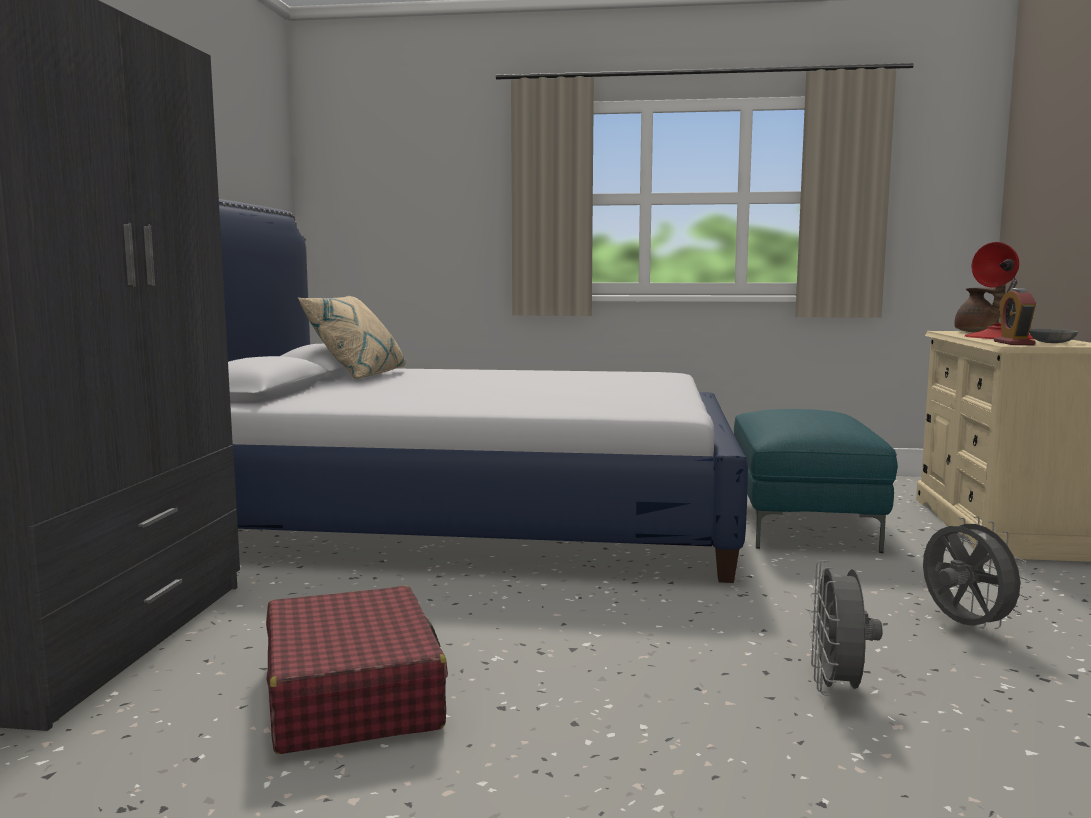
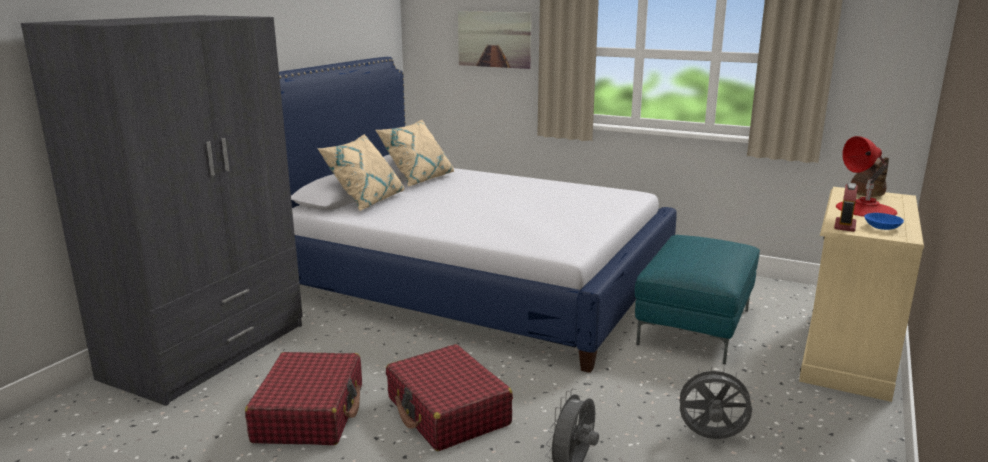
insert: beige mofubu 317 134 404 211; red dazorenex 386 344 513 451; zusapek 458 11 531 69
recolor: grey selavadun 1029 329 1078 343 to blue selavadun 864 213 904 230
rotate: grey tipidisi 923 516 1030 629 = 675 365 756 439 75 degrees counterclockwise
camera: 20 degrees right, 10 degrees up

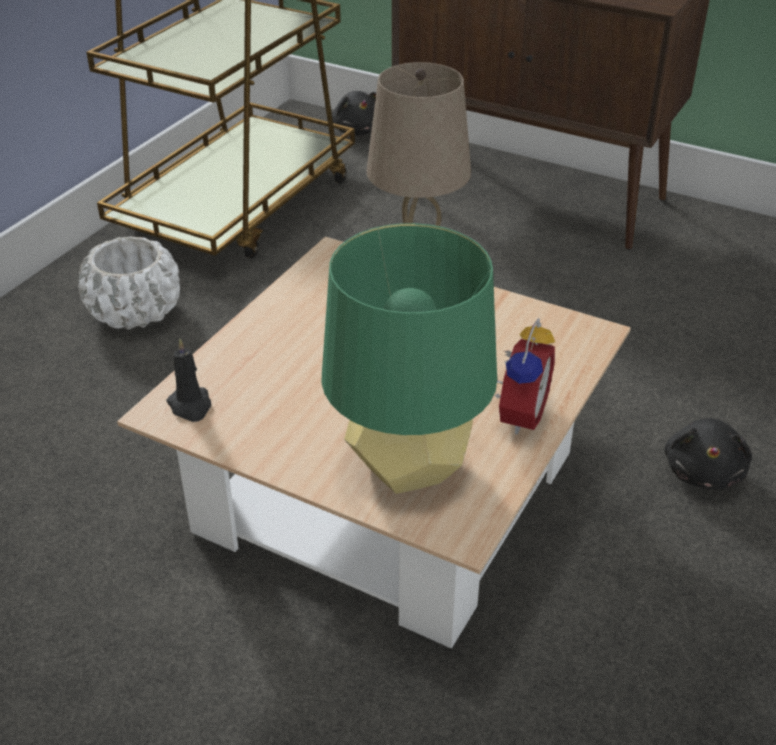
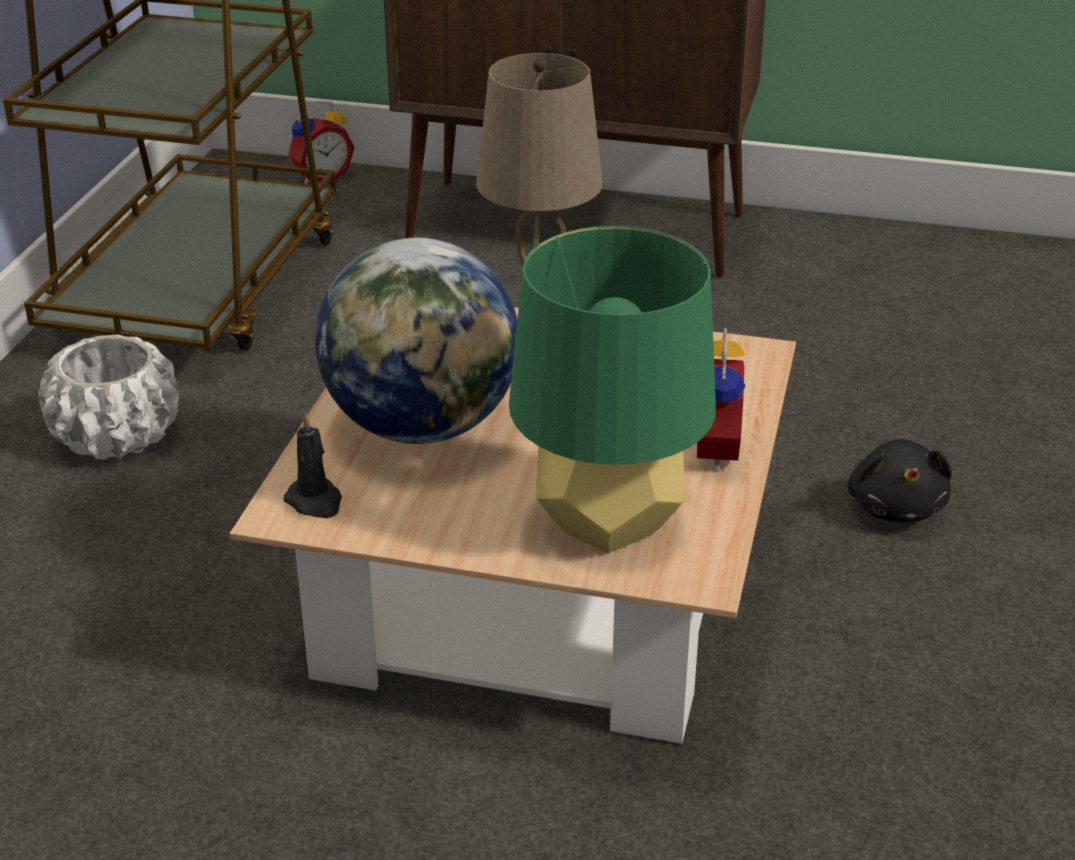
insert: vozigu 315 237 517 444
replace: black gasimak 332 91 376 136 to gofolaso 288 101 355 184
camera: 15 degrees left, 5 degrees down

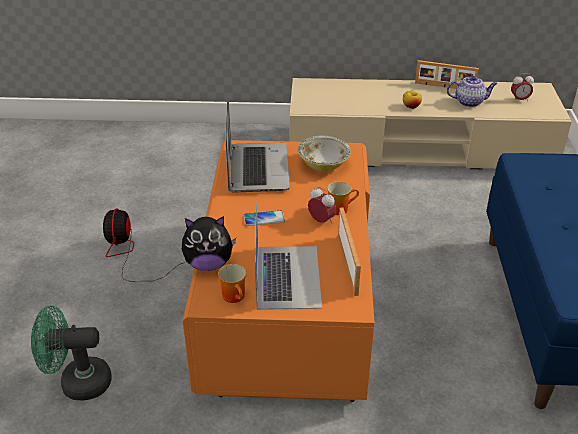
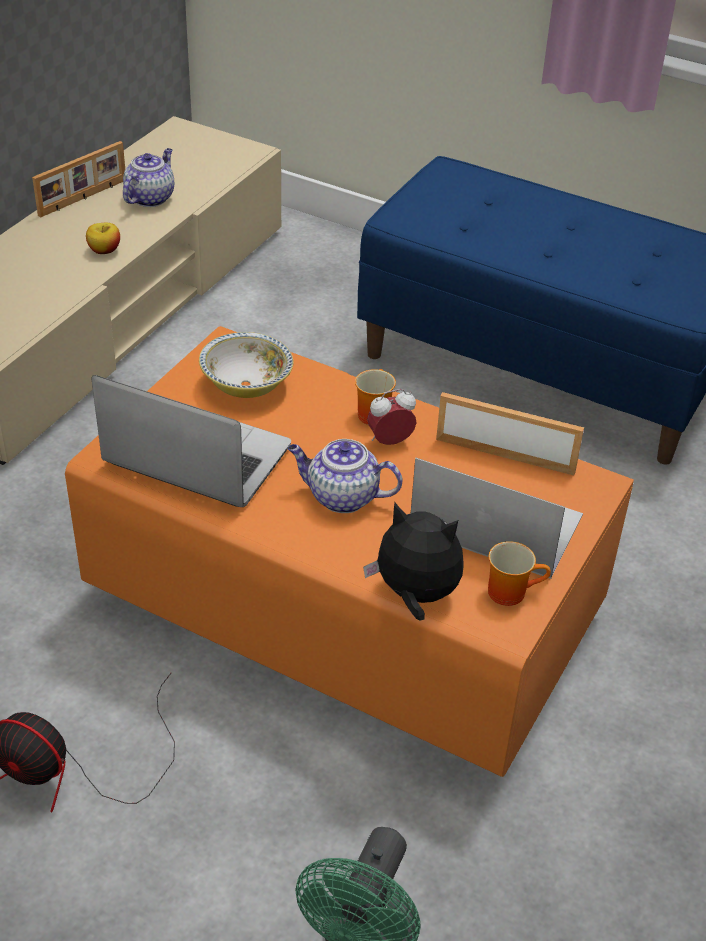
delete: gofolaso 511 73 534 102
replace: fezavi 244 210 285 226 to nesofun 288 439 402 513
rotate: gasimak 182 216 236 271 = 363 503 464 621 90 degrees counterclockwise
camera: 65 degrees left, 5 degrees up

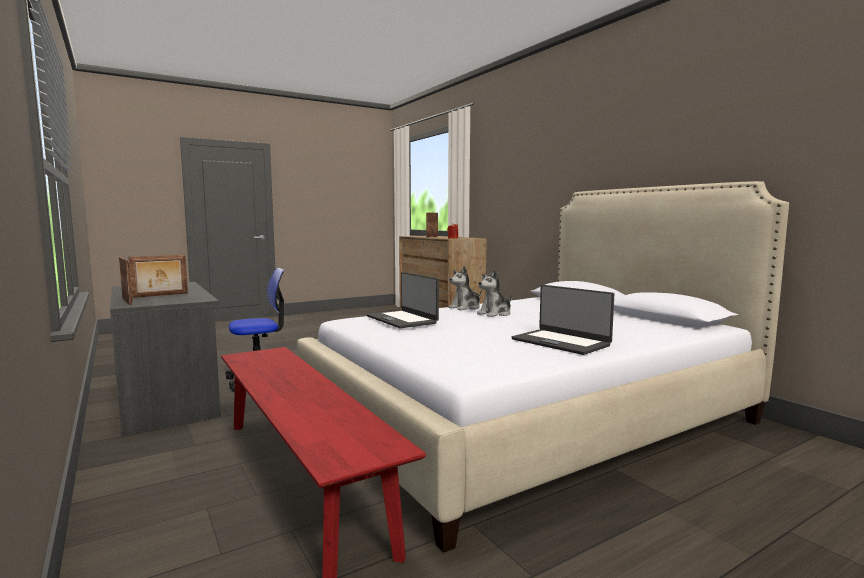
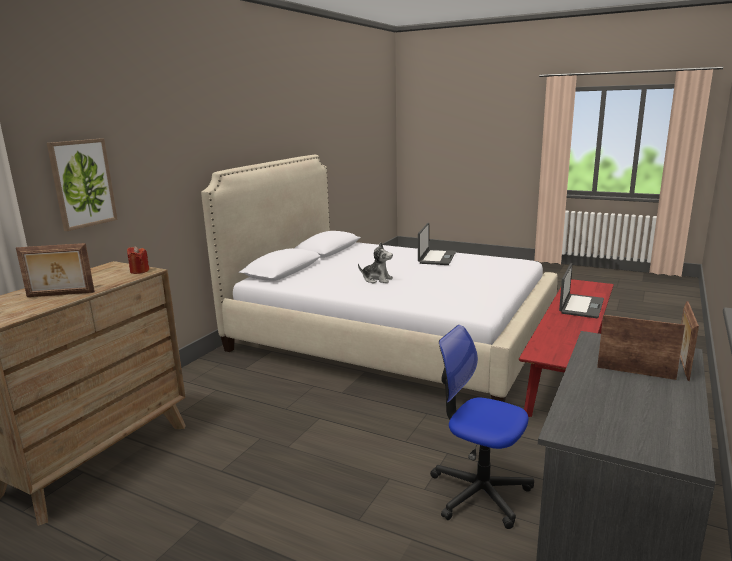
delete: gasimak 449 266 482 310
insert: zusapek 47 138 118 231
move: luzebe 367 272 439 328 to 559 263 604 318
camera: 120 degrees left, 10 degrees up

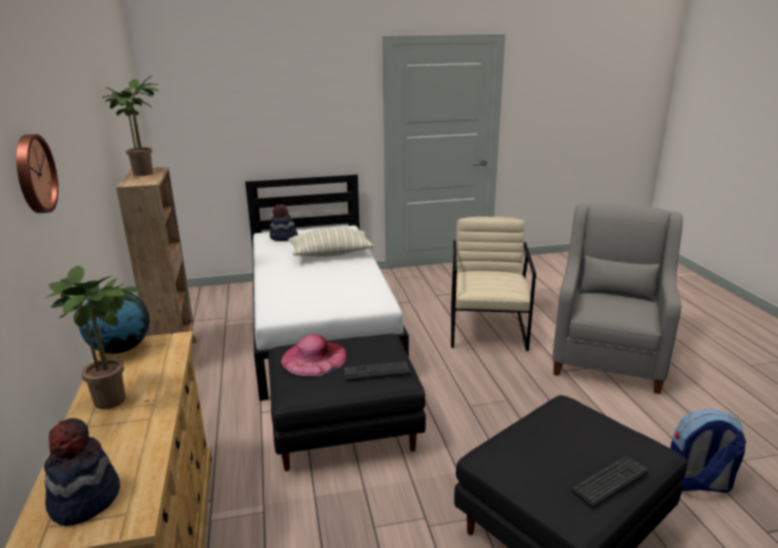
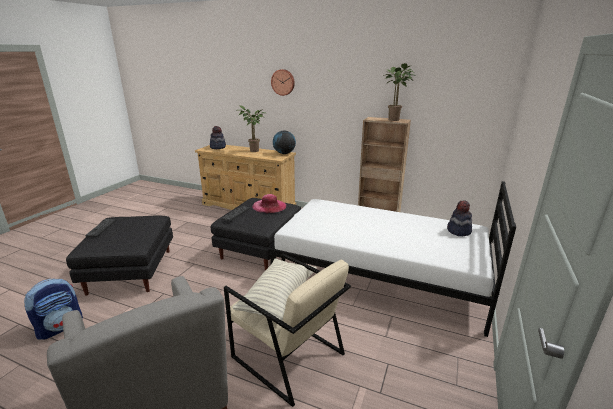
move: mofubu 288 227 374 257 to 232 258 317 321
camera: 125 degrees right, 0 degrees up

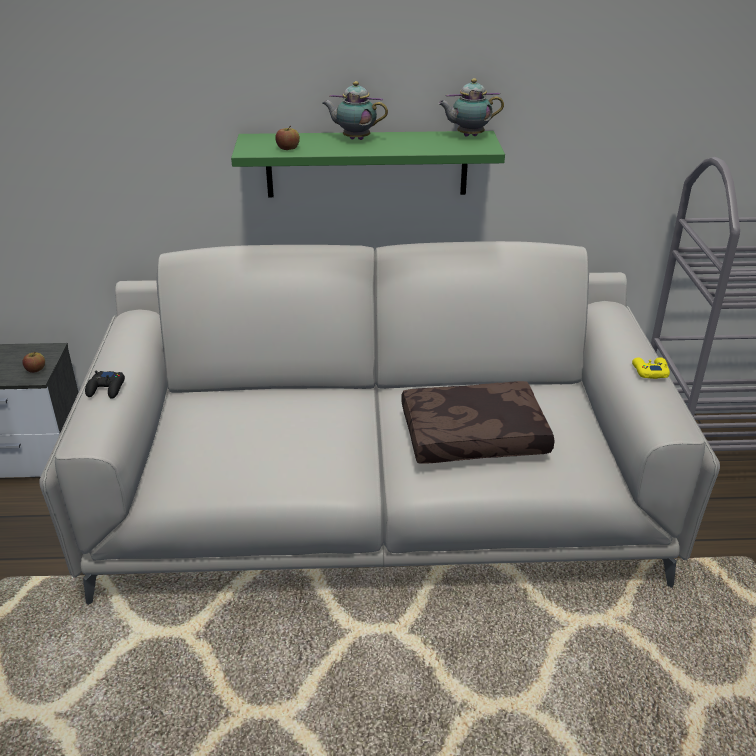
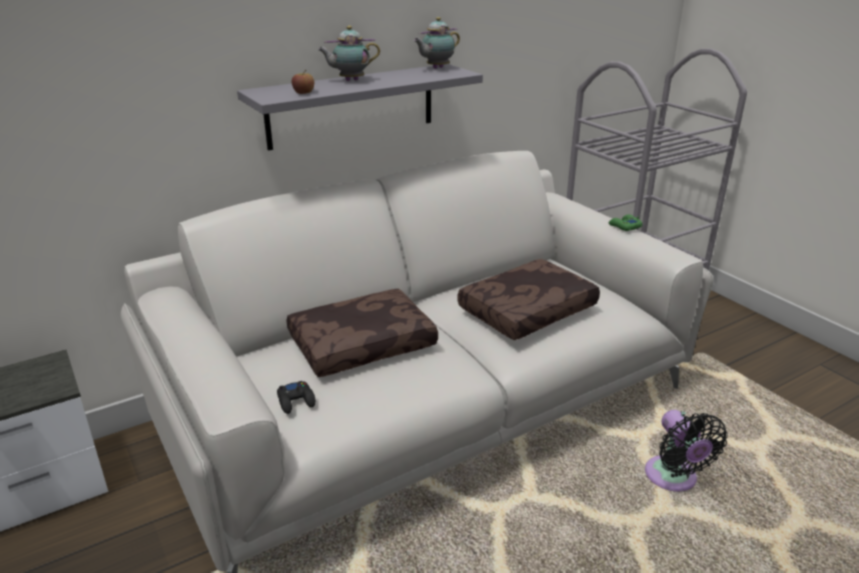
delete: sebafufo 22 352 45 373
insert: brown mofubu 286 289 438 377; black tipidisi 645 410 728 492
move: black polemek 85 370 125 399 to 277 381 316 414
recolor: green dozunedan 231 131 505 197 to grey dozunedan 237 64 483 151; yellow polemek 632 357 670 379 to green polemek 609 214 643 231
camera: 30 degrees left, 5 degrees down

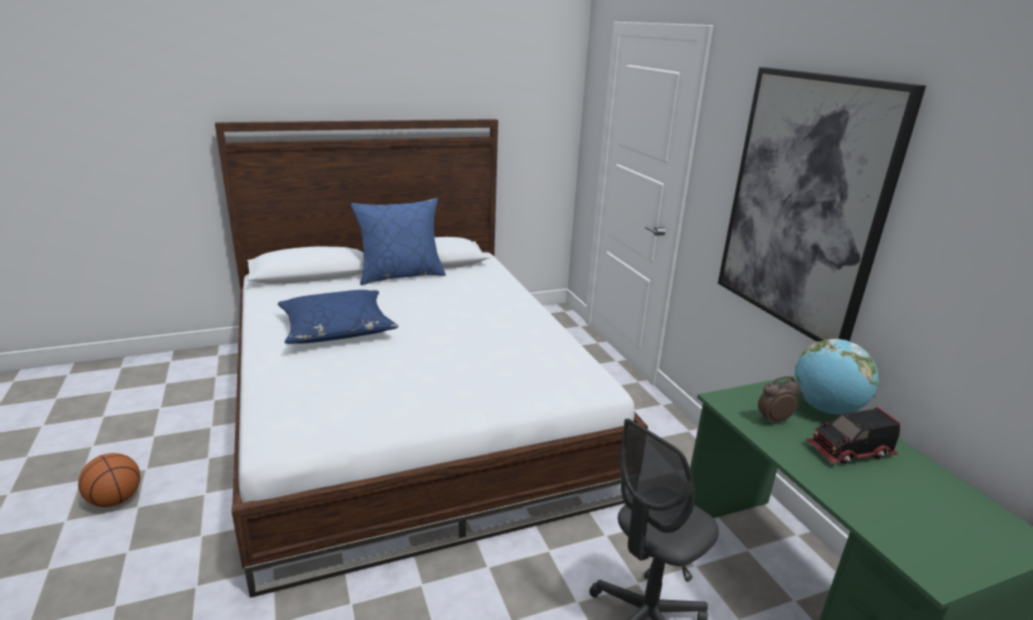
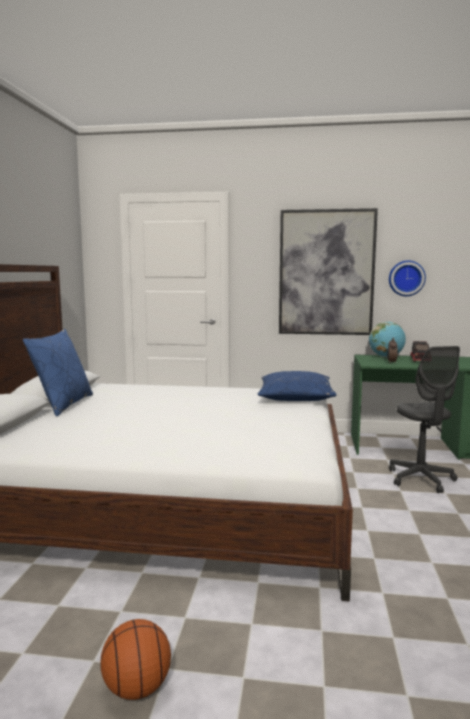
insert: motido 389 260 426 296
move: blue mofubu 278 290 399 344 to 258 371 336 401
camera: 60 degrees left, 15 degrees down

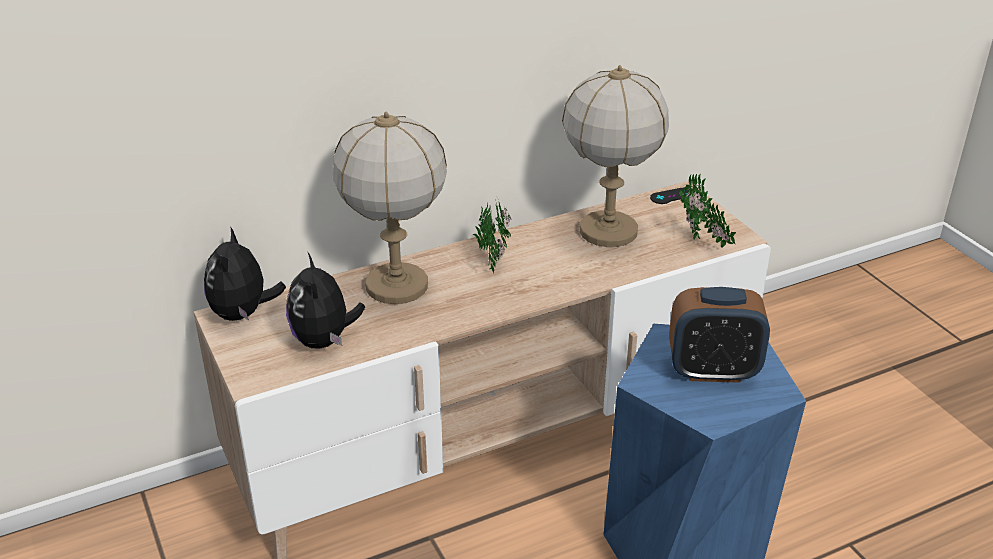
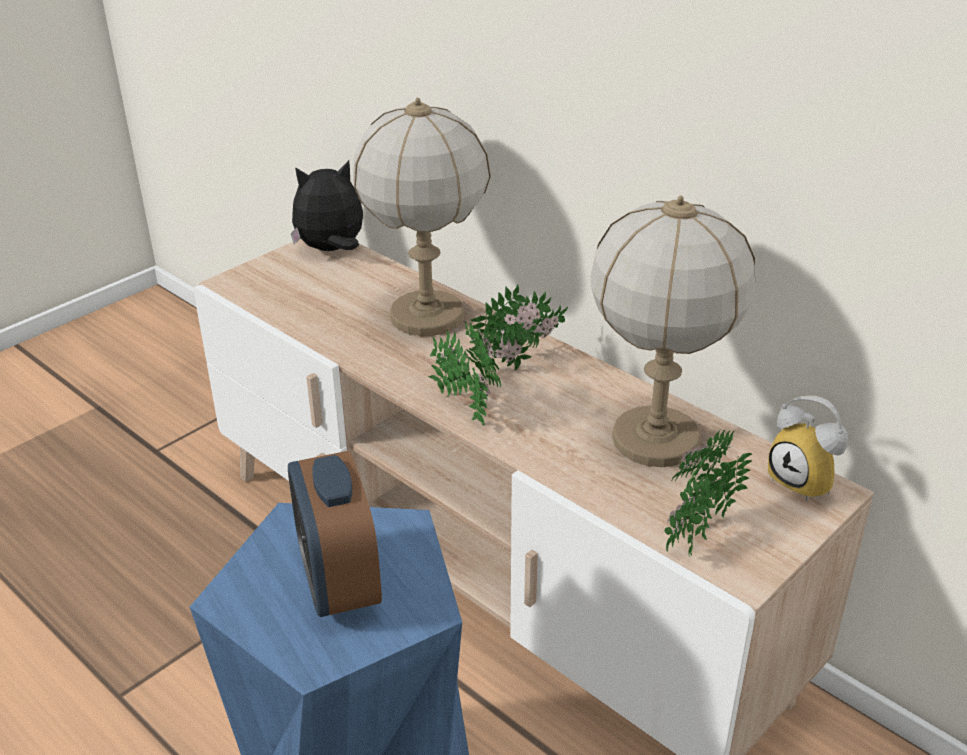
delete: gasimak 286 253 365 349
insert: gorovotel 428 321 501 426
replace: black polemek 650 188 692 204 to gofolaso 768 395 848 502
camera: 70 degrees right, 0 degrees up

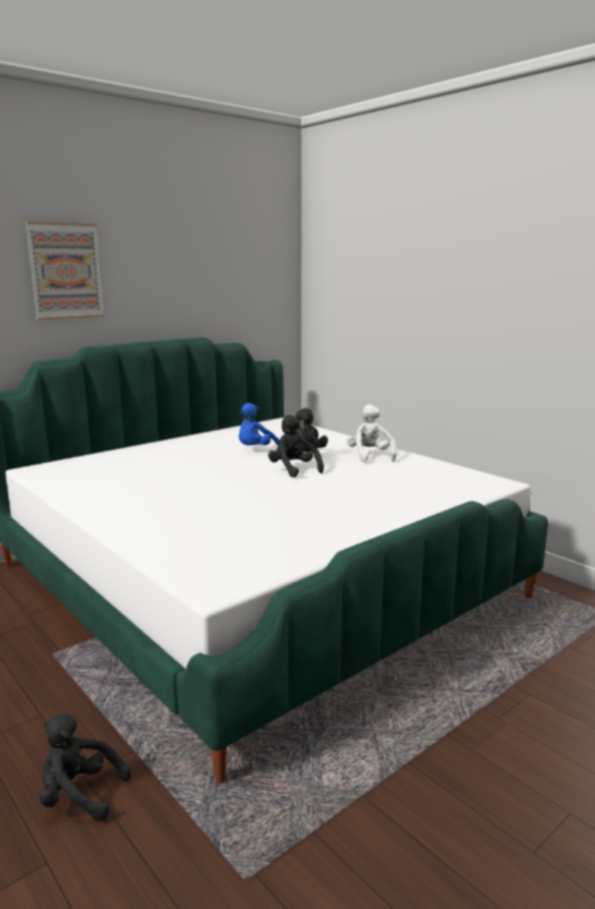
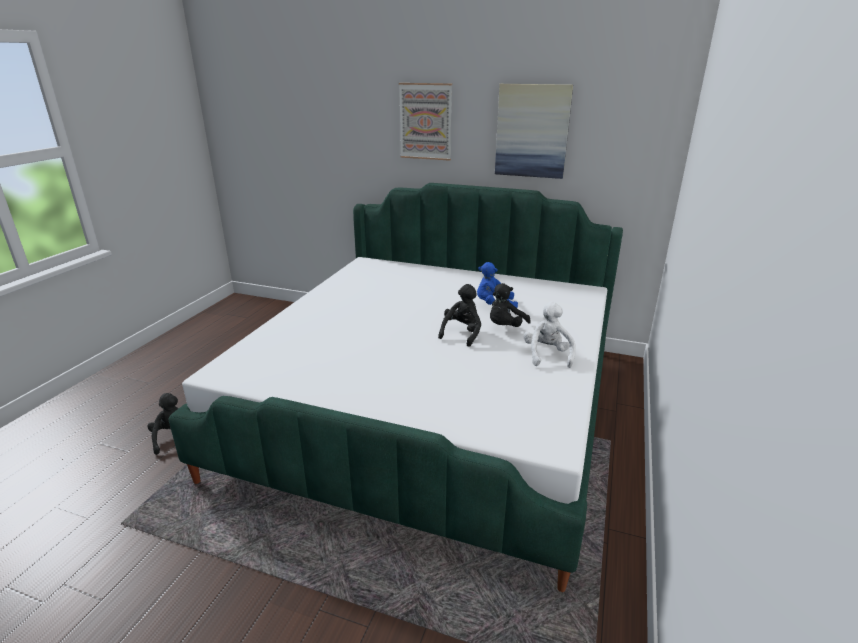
insert: zusapek 495 84 573 179
rotate: white gasimak 347 404 397 462 = 523 302 576 368 45 degrees counterclockwise
camera: 60 degrees right, 10 degrees up

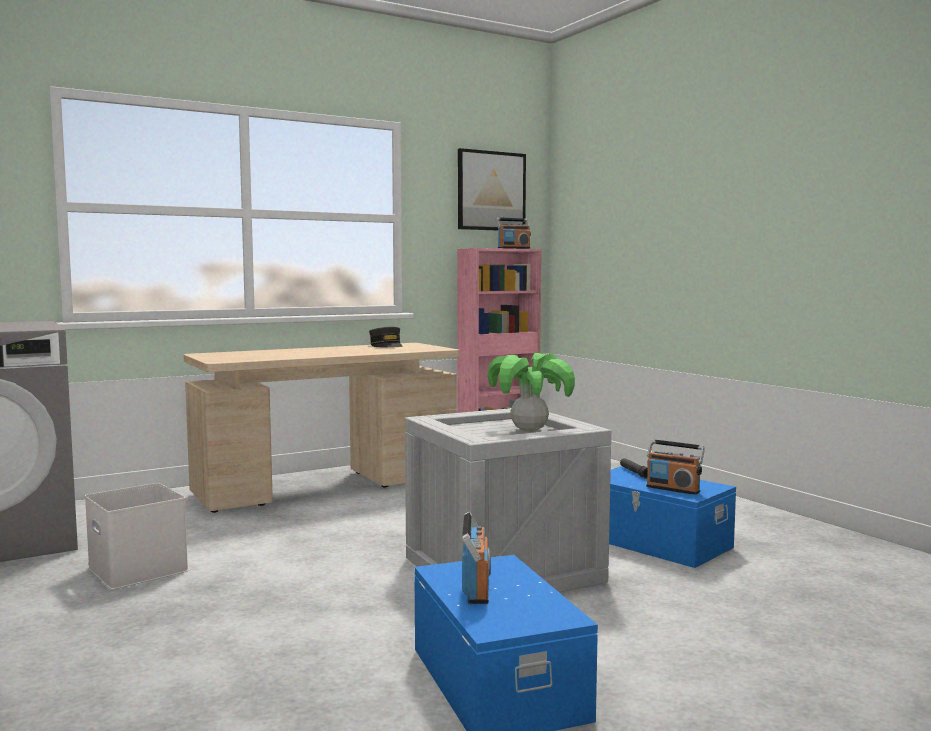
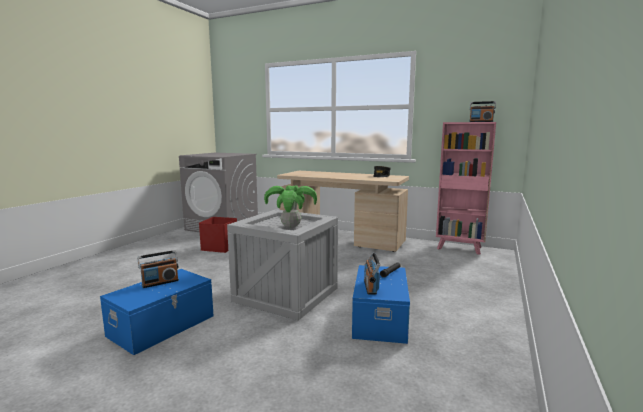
delete: zusapek 458 148 526 230
recolor: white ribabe 85 483 188 589 to red ribabe 199 217 237 253
camera: 55 degrees right, 5 degrees up

